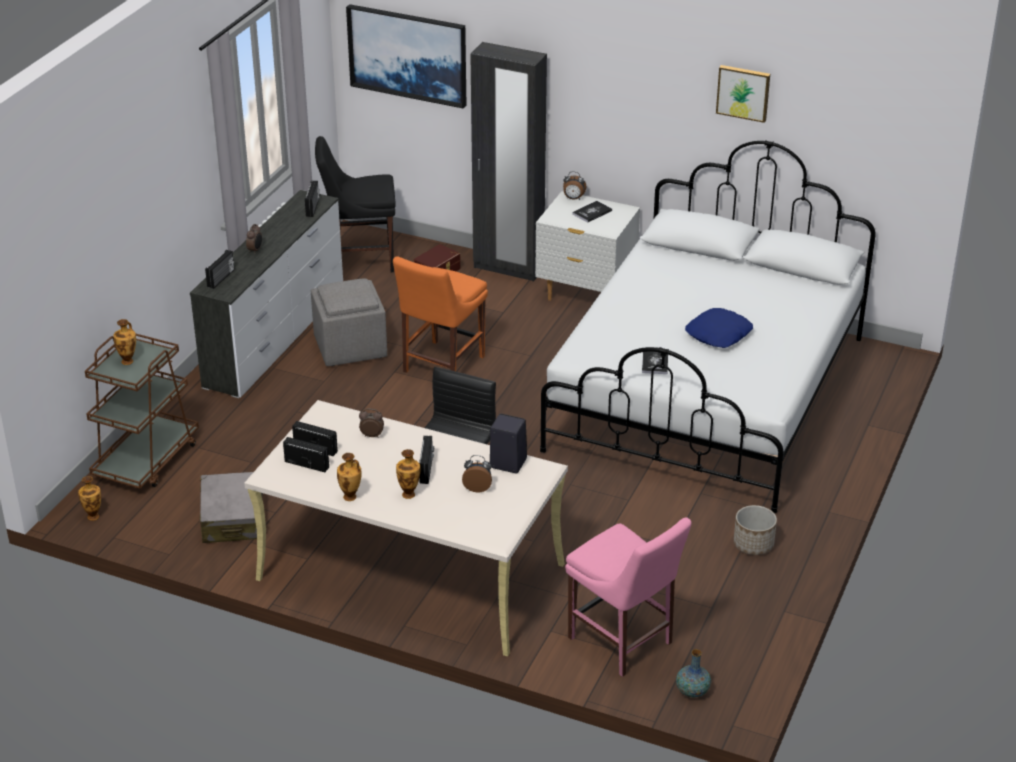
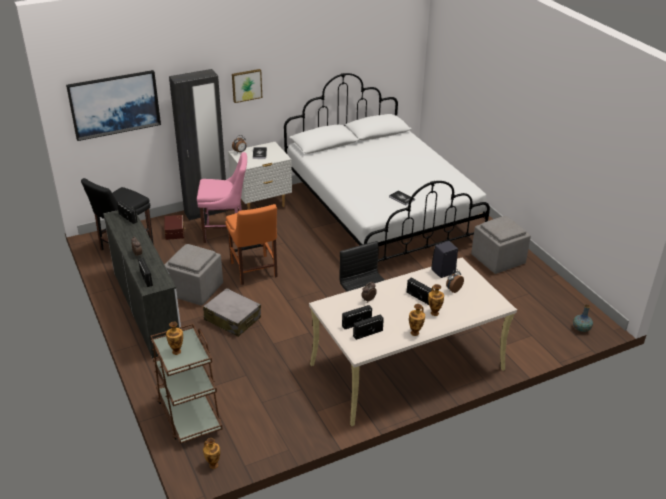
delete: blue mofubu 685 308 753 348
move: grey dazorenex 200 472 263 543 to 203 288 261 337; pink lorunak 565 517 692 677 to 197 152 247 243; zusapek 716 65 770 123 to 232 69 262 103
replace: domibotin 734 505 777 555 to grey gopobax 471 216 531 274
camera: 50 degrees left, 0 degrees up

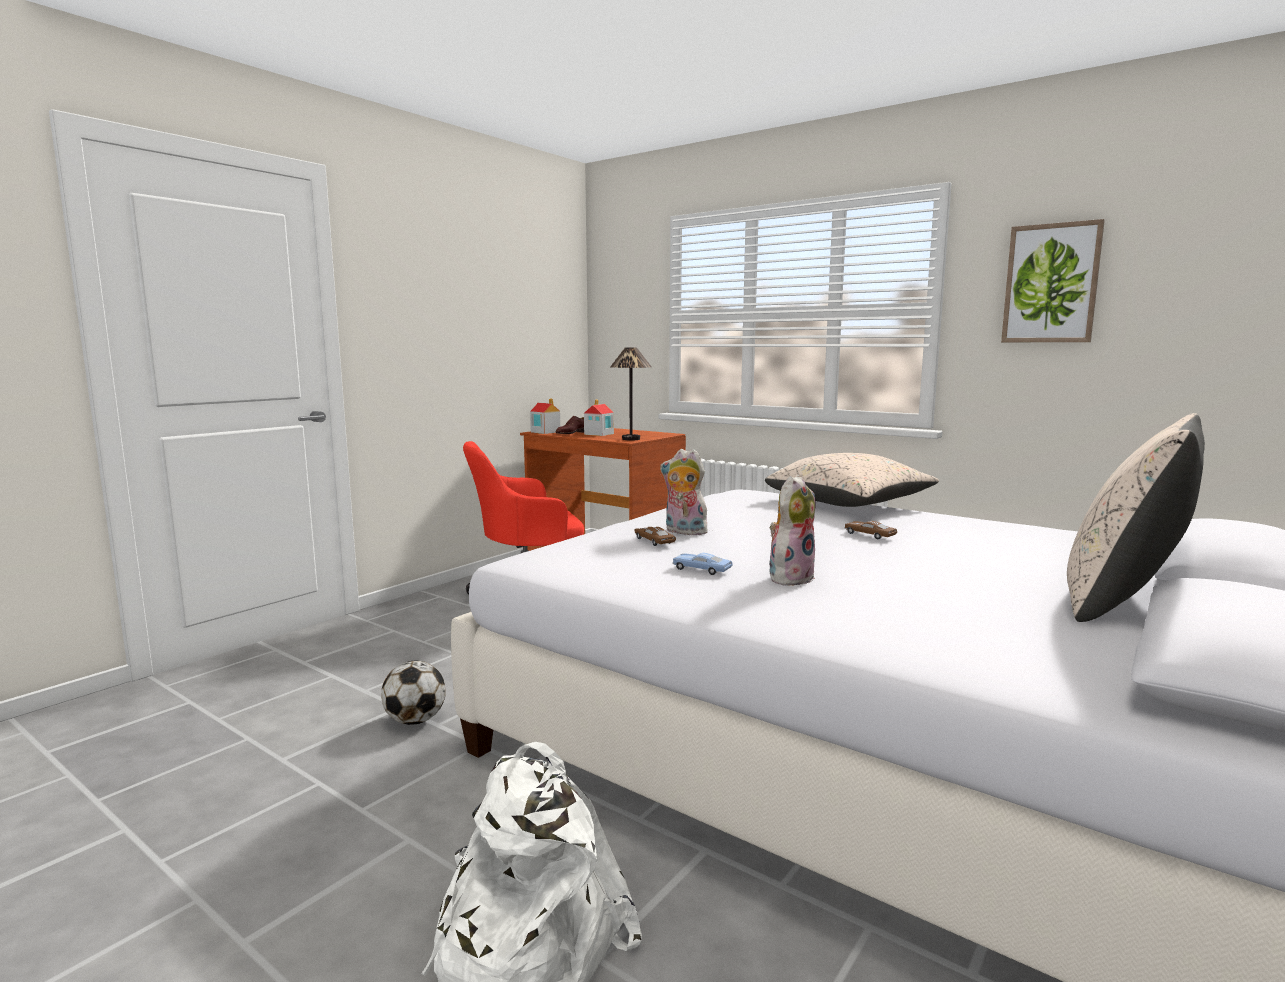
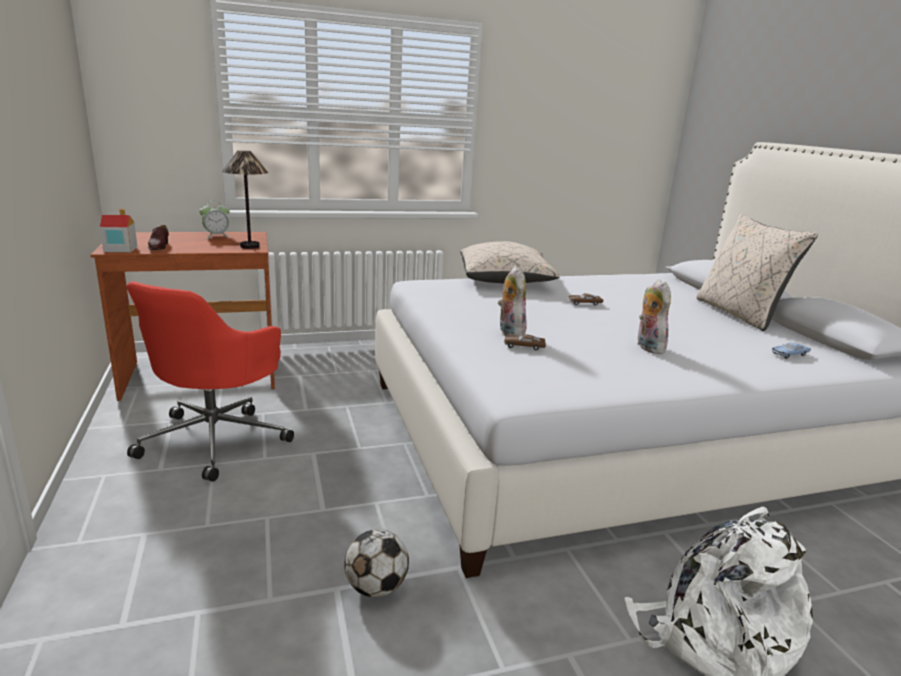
delete: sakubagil 584 400 614 436; zusapek 1001 219 1105 342
insert: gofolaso 199 201 230 238
move: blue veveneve 673 553 733 575 to 772 343 811 359
rotate: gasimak 660 449 708 535 = 498 266 527 336 105 degrees clockwise
camera: 55 degrees left, 10 degrees up

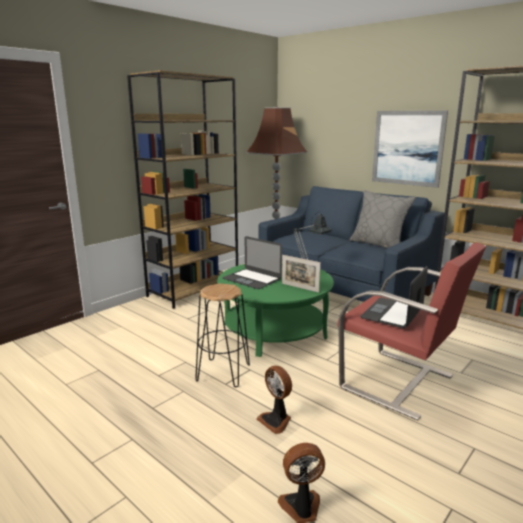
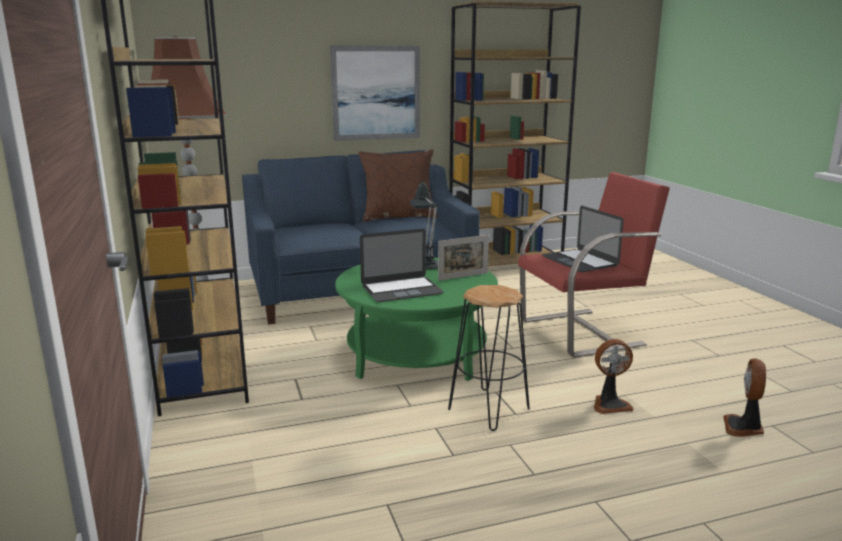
recolor: grey mofubu 349 190 416 248 to brown mofubu 358 149 438 222
camera: 60 degrees left, 0 degrees up

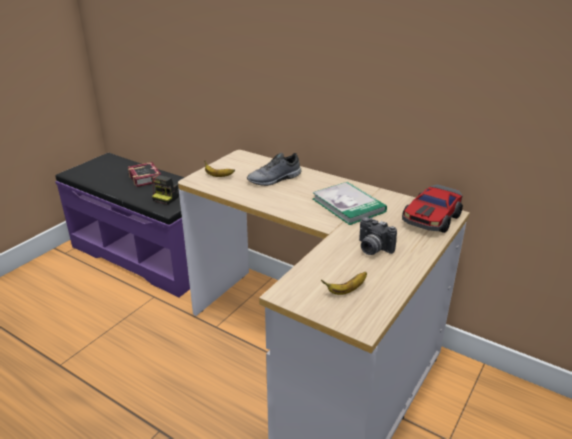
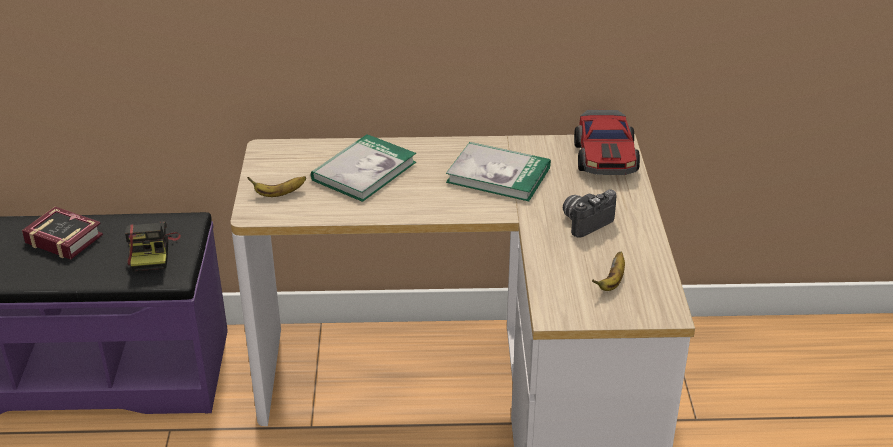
replace: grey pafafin 247 152 302 186 to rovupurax 311 134 416 202
rotate: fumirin 359 217 397 255 = 563 190 617 238 135 degrees clockwise
camera: 35 degrees left, 5 degrees up

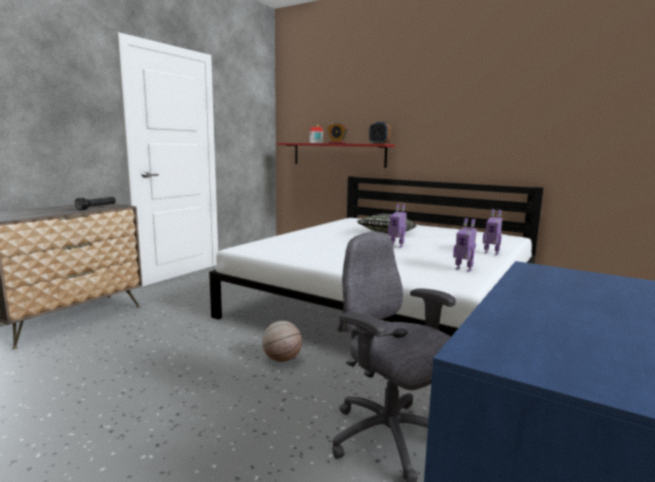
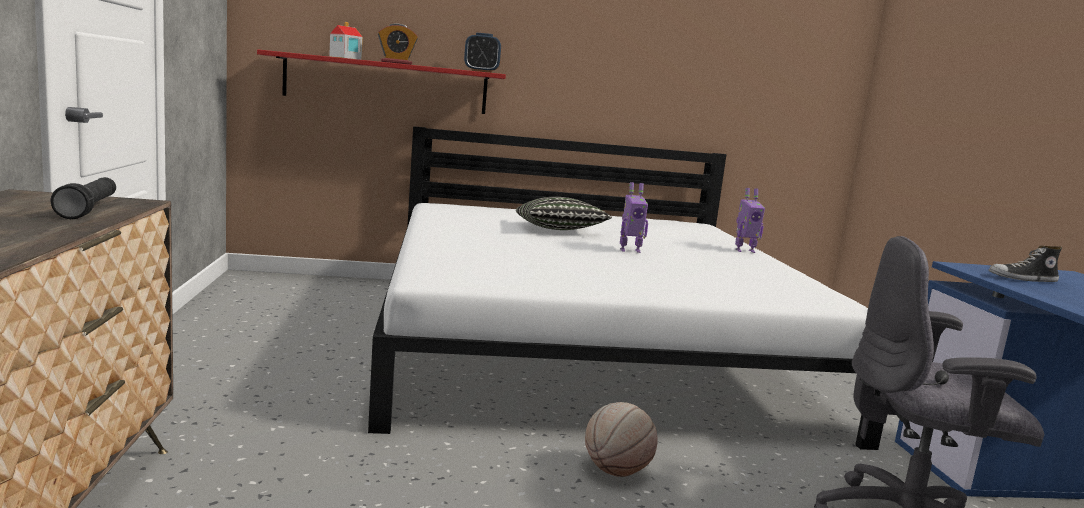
delete: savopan 453 218 477 272
insert: pafafin 988 245 1062 282
camera: 40 degrees left, 0 degrees up

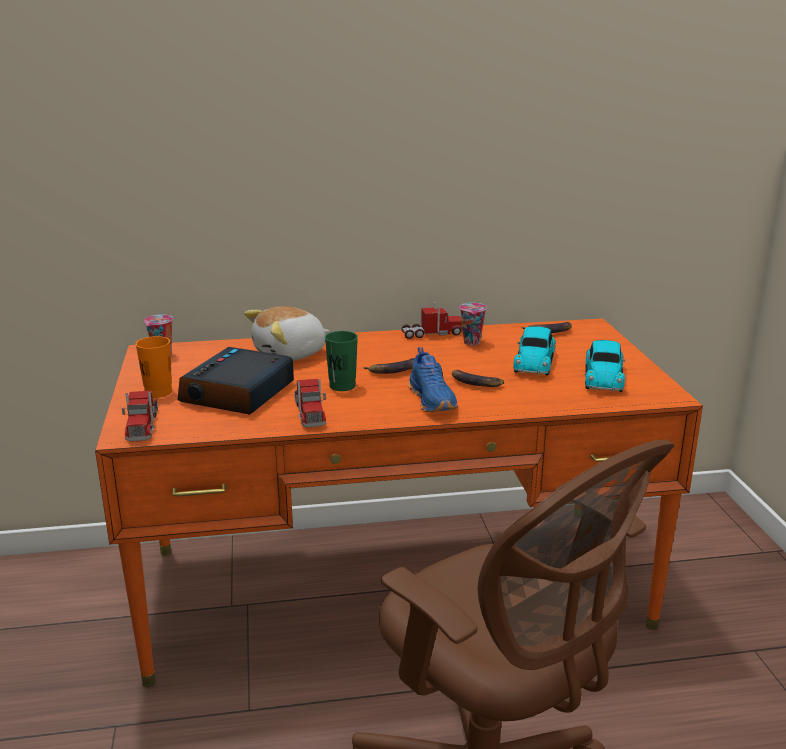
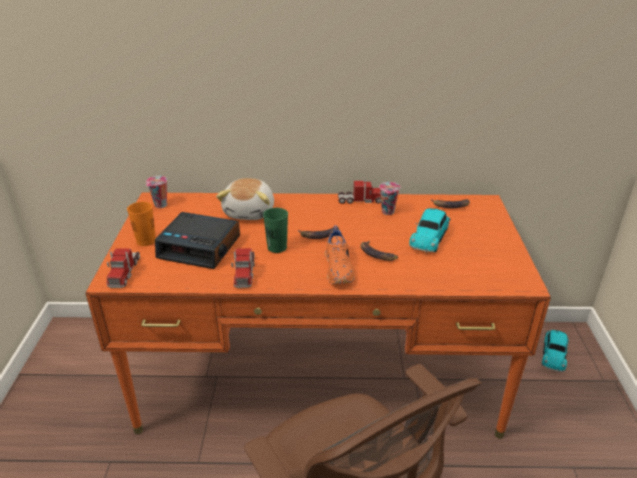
move: veveneve 585 340 625 392 to 542 329 569 372
recolor: blue pafafin 408 347 458 412 to orange pafafin 325 226 355 284
rotate: gofolaso 178 347 294 414 = 155 212 240 269 105 degrees counterclockwise; gasimak 244 306 330 361 = 216 178 274 220 60 degrees counterclockwise
camera: 10 degrees right, 10 degrees up

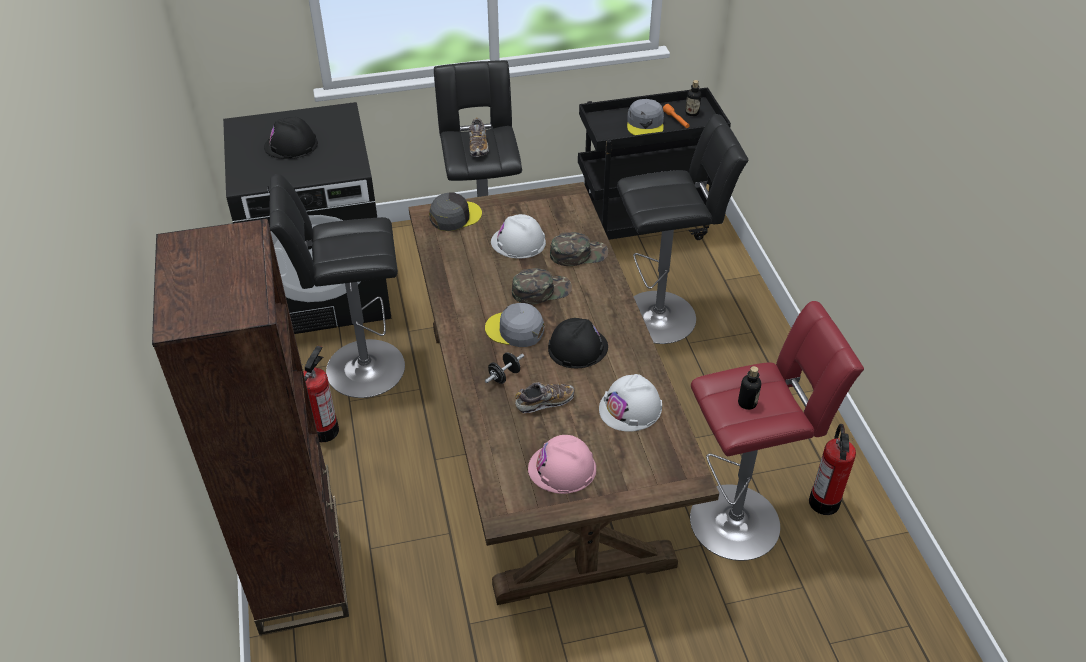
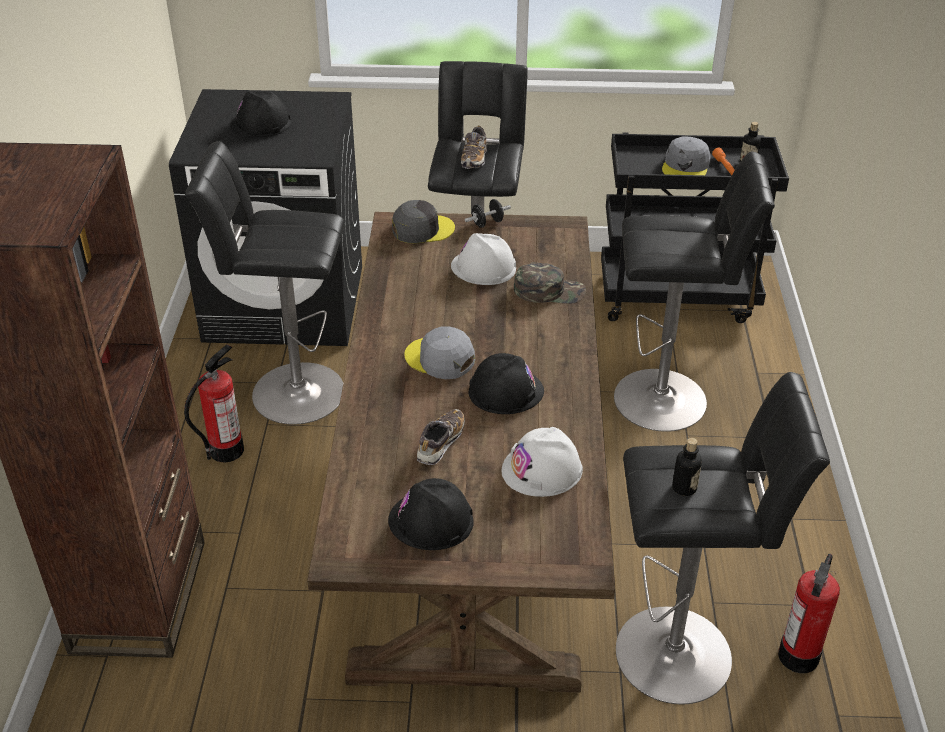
delete: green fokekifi 512 268 572 304
move: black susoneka 485 352 524 384 to 465 199 511 228
recolor: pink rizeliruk 528 435 596 494 to black rizeliruk 388 478 474 550; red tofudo 690 301 864 561 to black tofudo 616 372 830 705
rotate: pafafin 515 382 574 413 = 417 409 465 465 60 degrees counterclockwise
camera: 15 degrees right, 5 degrees down

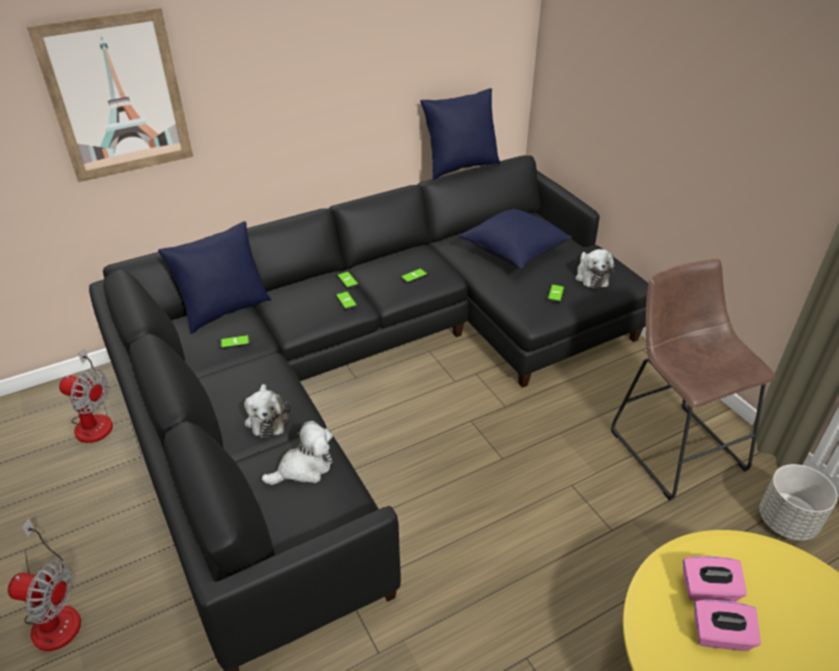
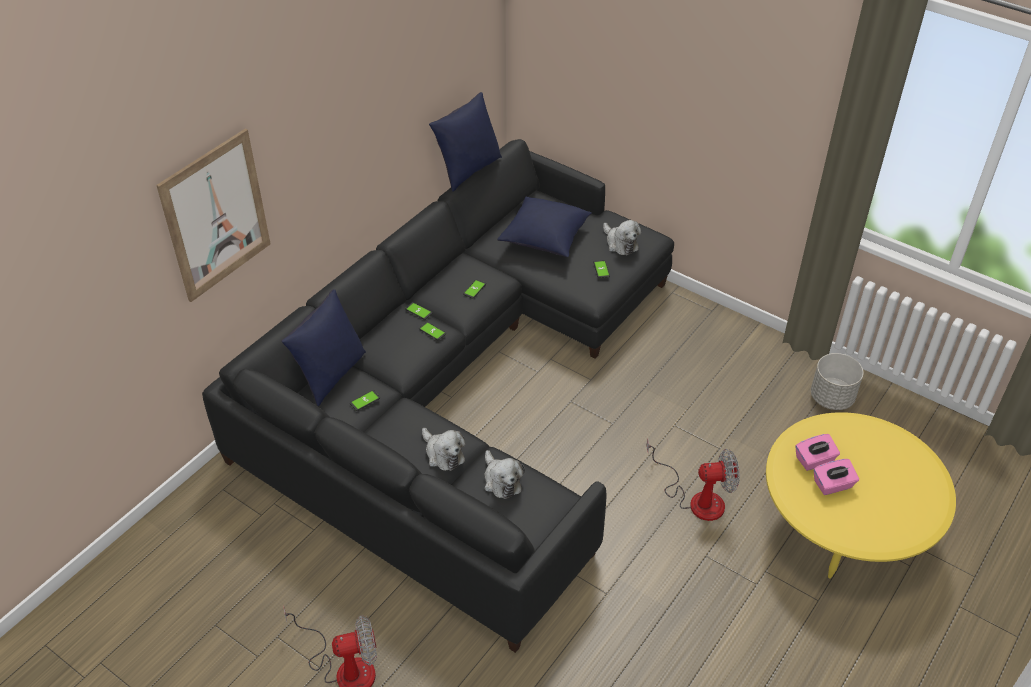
delete: brown tofudo 611 258 775 501
move: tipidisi 59 348 113 443 to 646 438 740 521
rotate: gasimak 261 421 333 485 = 485 450 525 499 120 degrees clockwise
camera: 25 degrees left, 5 degrees up

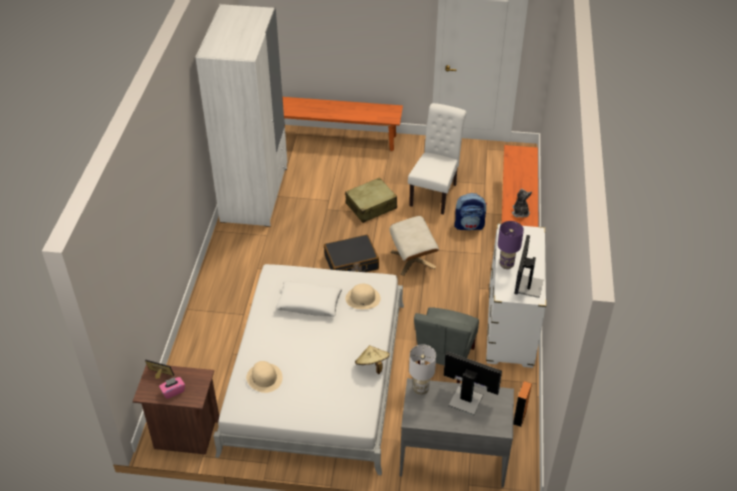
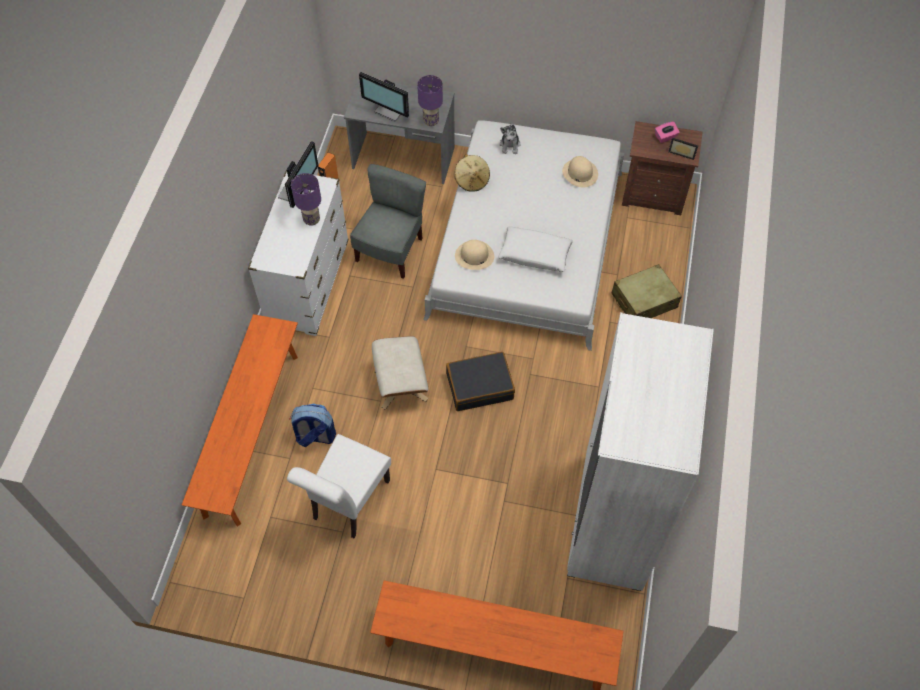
move: beige dazorenex 345 177 397 223 to 612 264 682 318; gasimak 512 189 532 218 to 500 124 521 154
recolor: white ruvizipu 409 345 436 395 to purple ruvizipu 417 75 443 126
camera: 175 degrees left, 15 degrees up

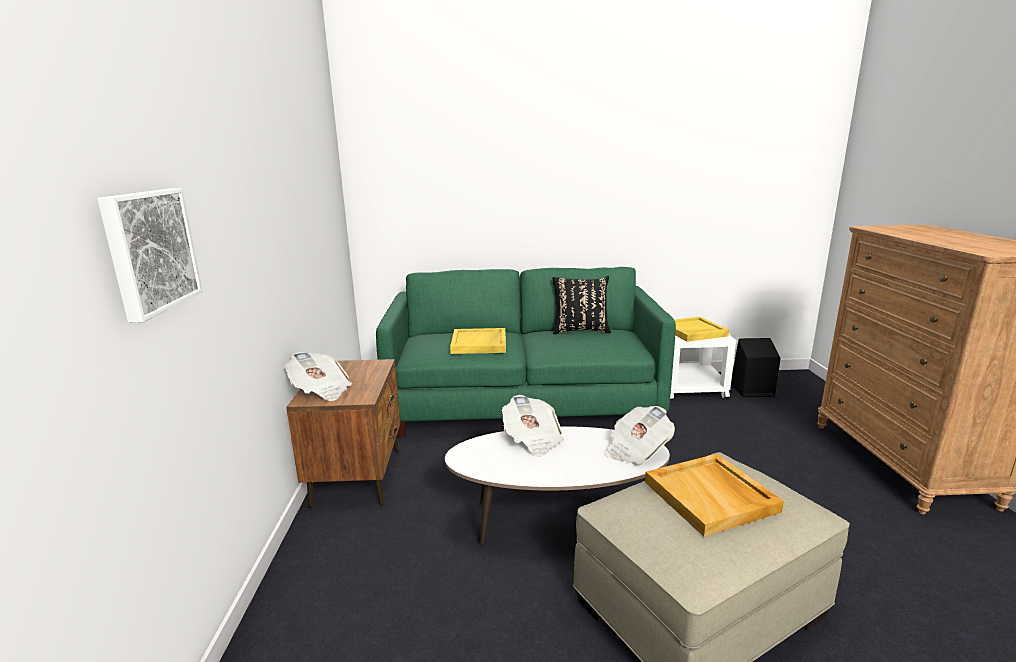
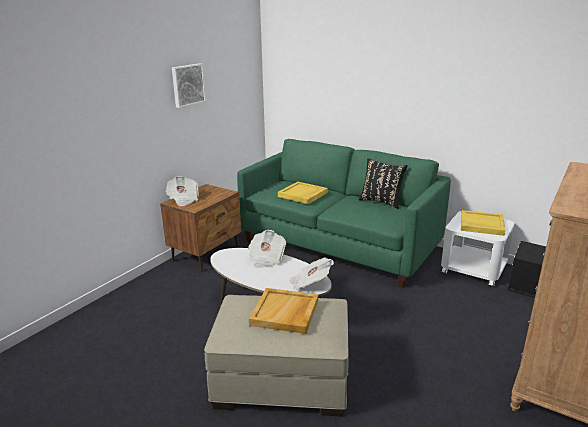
move: zusapek 97 188 203 323 to 172 63 206 108
camera: 35 degrees right, 5 degrees up

